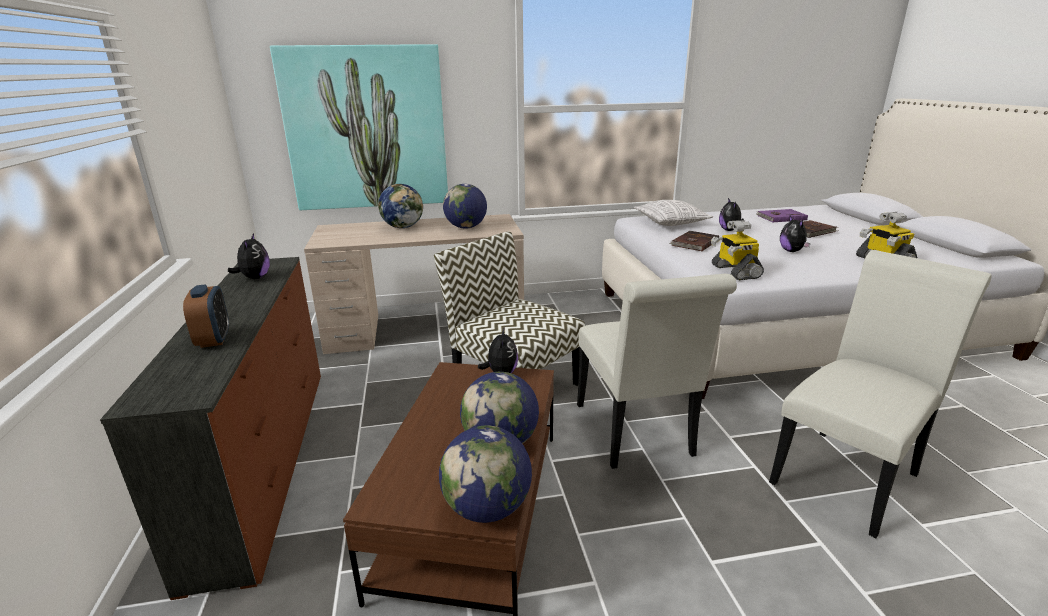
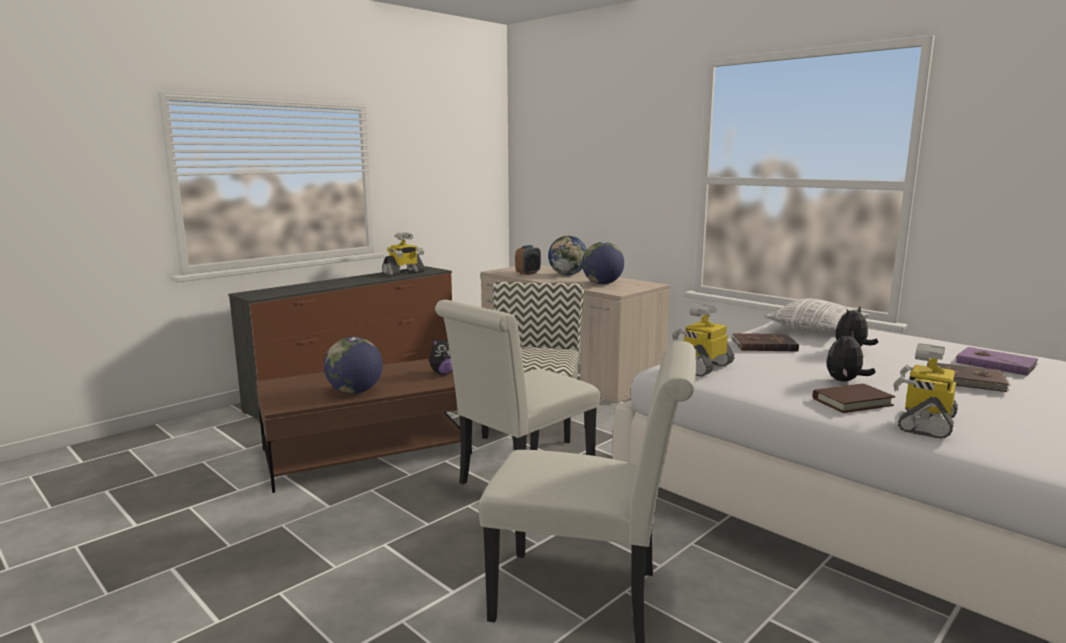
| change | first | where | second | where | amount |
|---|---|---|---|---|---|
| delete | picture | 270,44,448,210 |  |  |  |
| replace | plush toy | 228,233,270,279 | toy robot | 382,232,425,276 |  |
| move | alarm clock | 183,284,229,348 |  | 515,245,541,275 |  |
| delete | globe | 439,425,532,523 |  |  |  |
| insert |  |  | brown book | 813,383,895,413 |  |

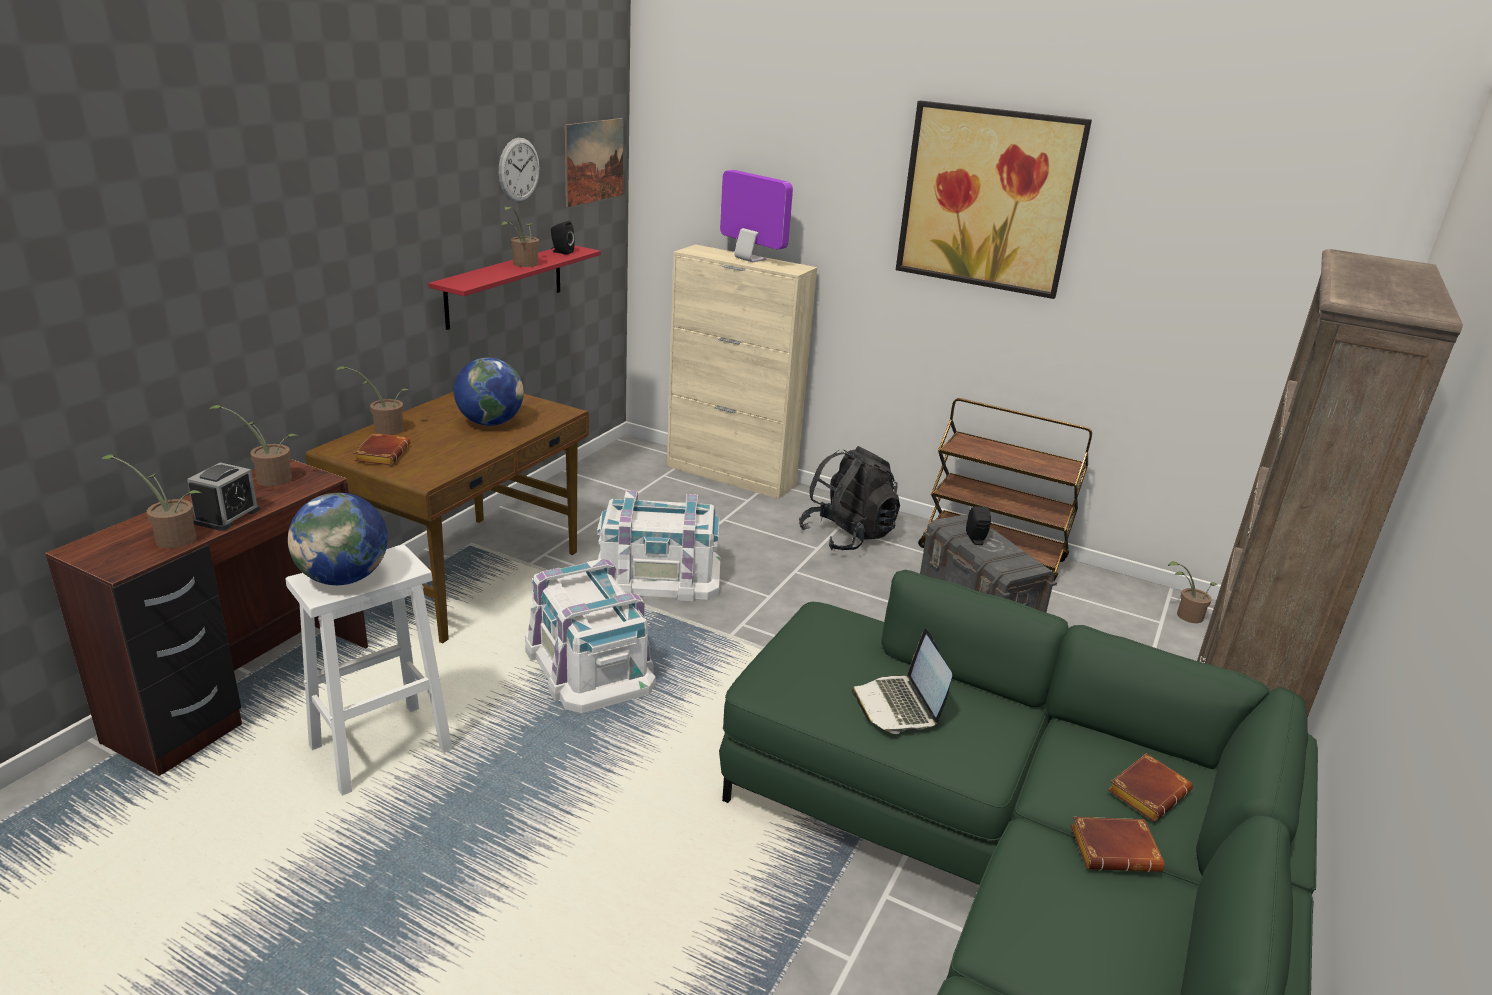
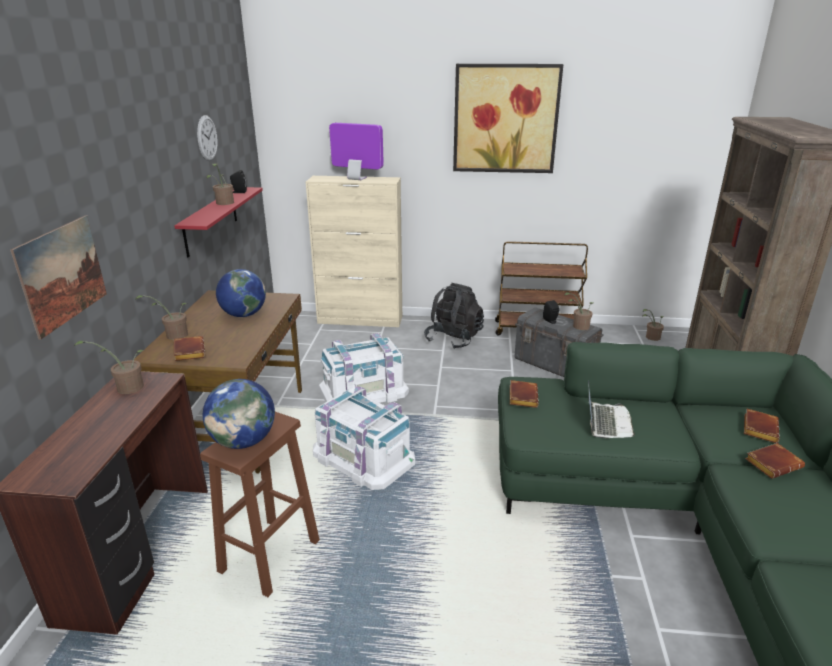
| change | first | where | second | where | amount |
|---|---|---|---|---|---|
| move | picture | 565,118,624,207 |  | 10,216,107,340 |  |
| move | potted plant | 101,454,203,549 |  | 564,292,593,330 |  |
| delete | alarm clock | 187,463,260,531 |  |  |  |
| recolor | white stool | 286,545,452,796 | brown stool | 200,412,320,597 |  |
| rotate | laptop | 852,629,952,734 |  | 588,380,635,438 | 135 degrees counterclockwise |
| insert |  |  | brown book | 510,380,539,408 |  |

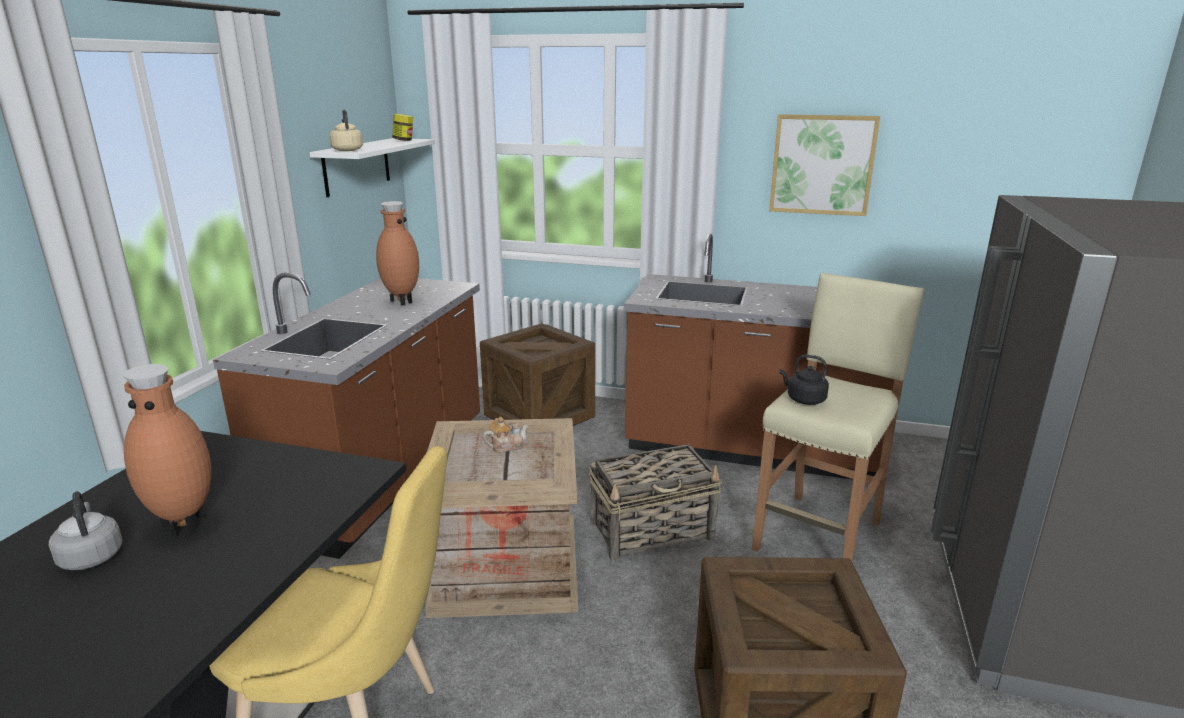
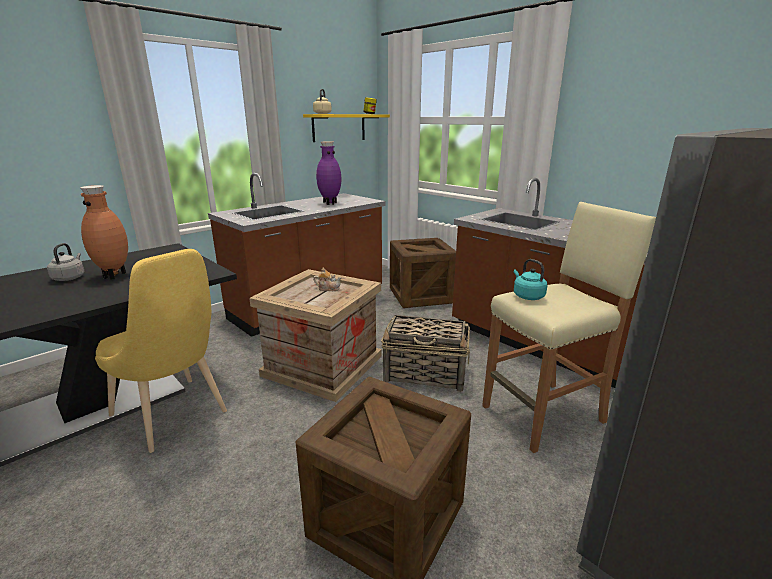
| change | first | where | second | where | amount |
|---|---|---|---|---|---|
| delete | picture | 769,114,880,216 |  |  |  |
| recolor | white shelf | 310,138,435,197 | yellow shelf | 303,114,390,142 |  |
| recolor | brown vase | 376,201,419,306 | purple vase | 316,141,341,205 |  |
| recolor | black kettle | 780,354,829,405 | turquoise kettle | 514,259,548,300 |  |

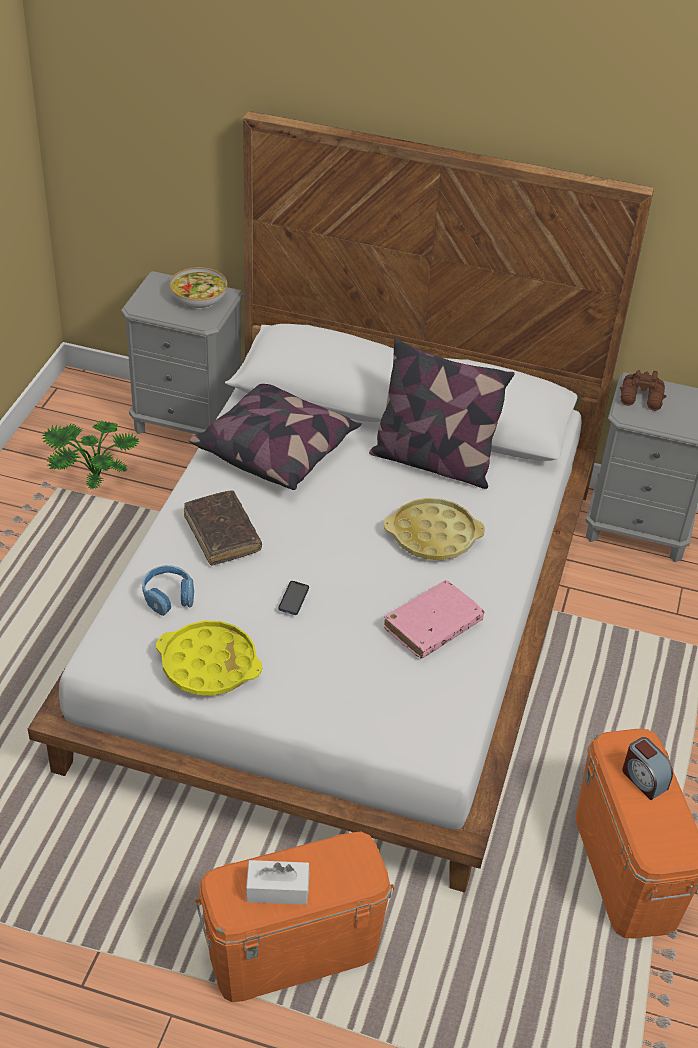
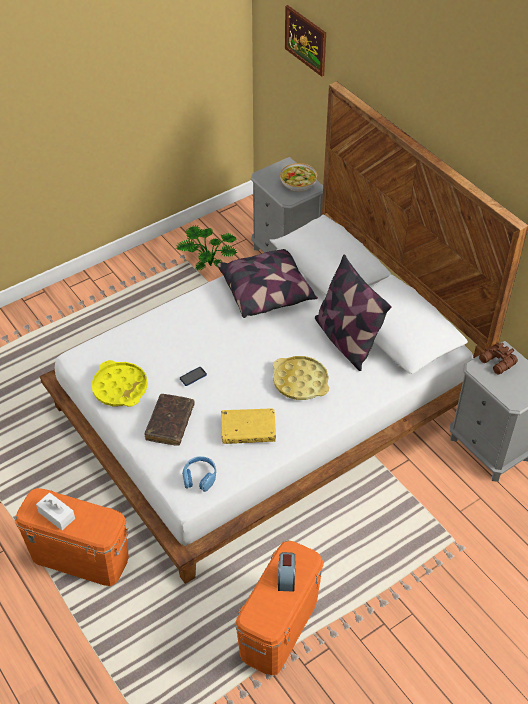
| change | first | where | second | where | amount |
|---|---|---|---|---|---|
| move | brown book | 184,490,262,566 |  | 145,394,195,446 |  |
| move | blue headphones | 142,565,194,616 |  | 182,456,216,492 |  |
| recolor | pink book | 384,580,484,659 | yellow book | 221,409,276,444 |  |
| insert |  |  | picture | 285,5,326,77 |  |

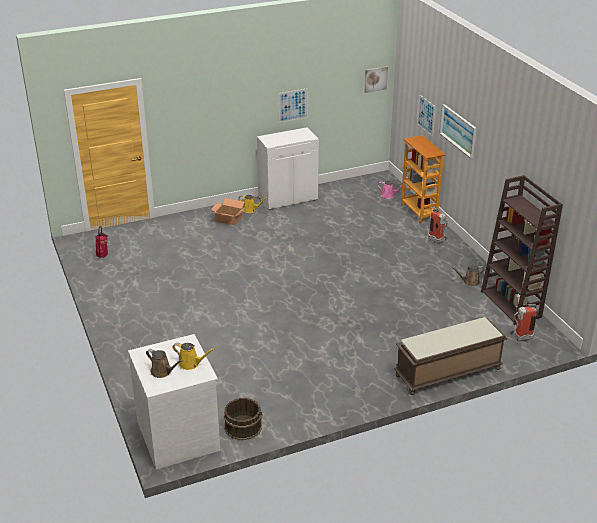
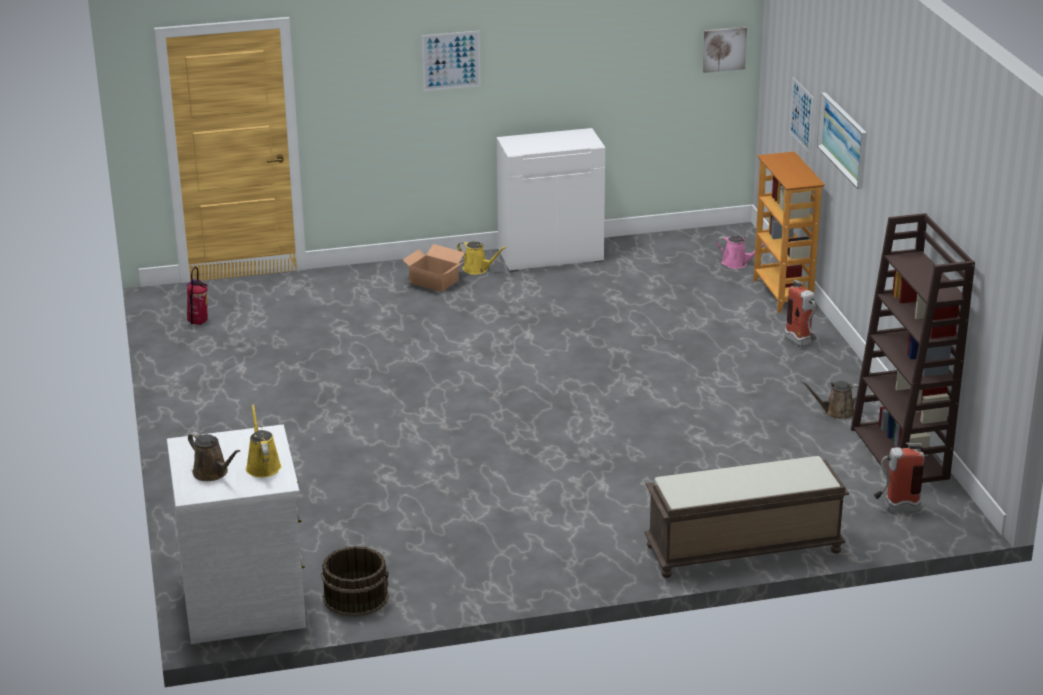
| change | first | where | second | where | amount |
|---|---|---|---|---|---|
| move | picture | 278,88,308,123 |  | 422,31,481,91 |  |
| rotate | yellow watering can | 172,343,215,370 |  | 246,404,281,477 | 135 degrees counterclockwise |

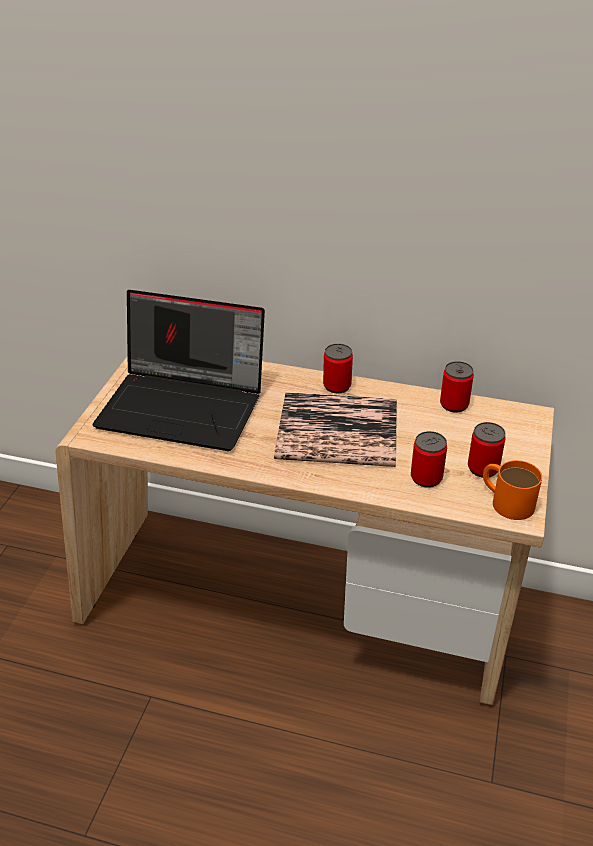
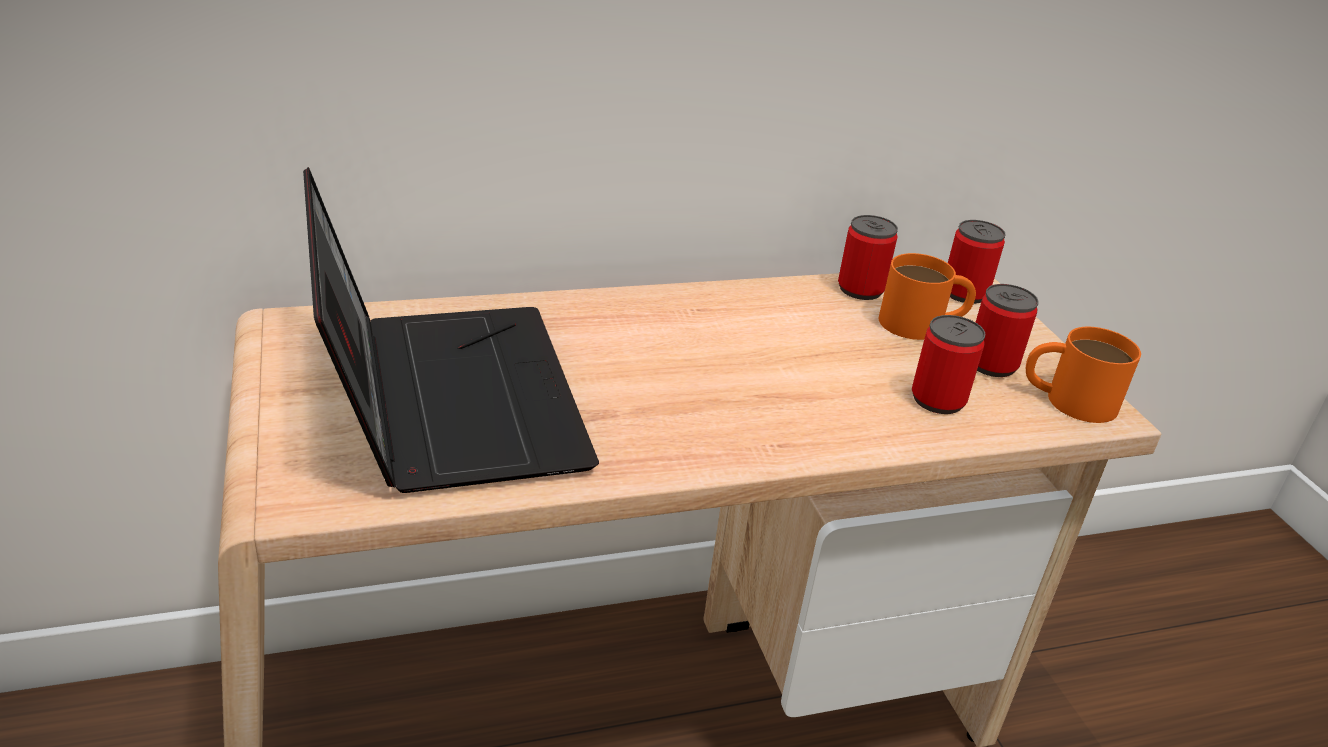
| change | first | where | second | where | amount |
|---|---|---|---|---|---|
| rotate | laptop | 93,290,265,451 |  | 303,167,599,493 | 90 degrees counterclockwise |
| move | can | 323,344,353,394 |  | 948,220,1006,304 |  |
| delete | book | 274,392,397,467 |  |  |  |
| insert |  |  | orange mug | 879,253,976,340 |  |

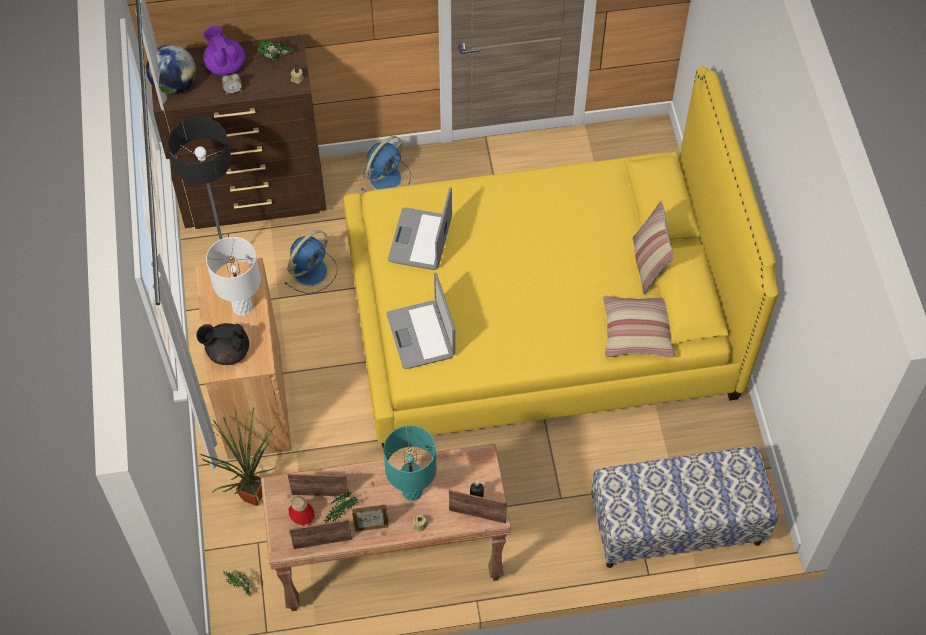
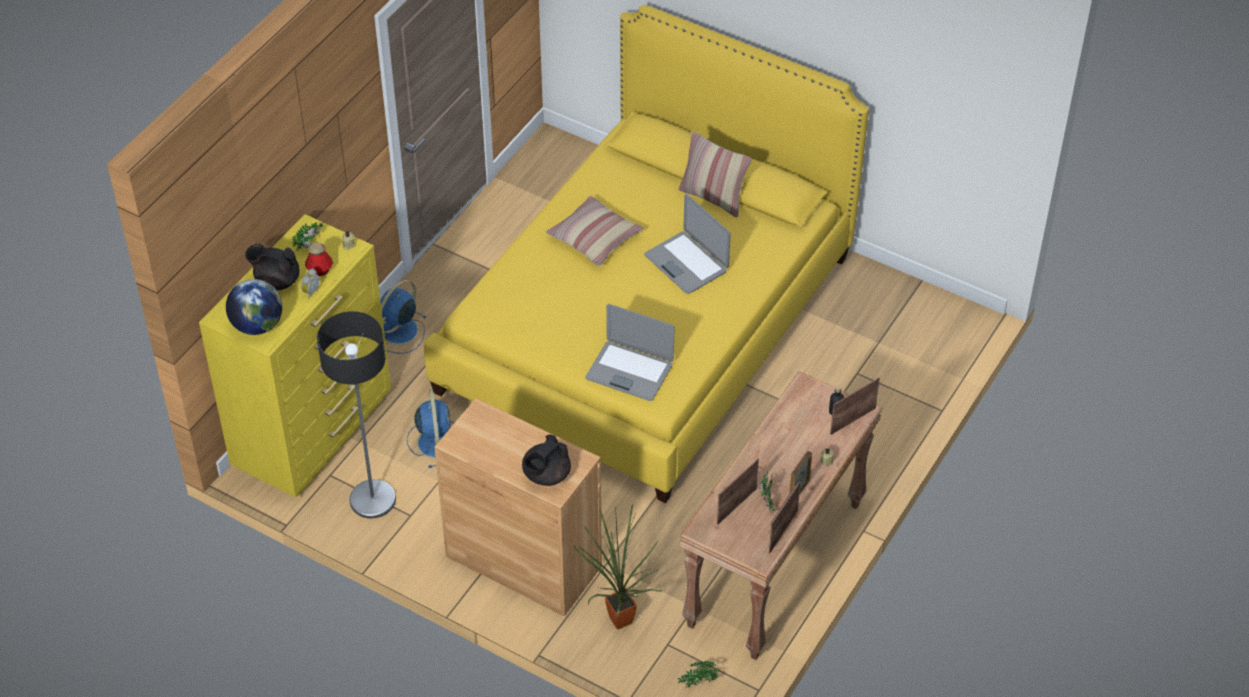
| change | first | where | second | where | amount |
|---|---|---|---|---|---|
| recolor | purple teapot | 203,26,245,76 | black teapot | 245,244,300,291 |  |
| recolor | brown dresser | 152,35,326,229 | yellow dresser | 199,214,391,498 |  |
| rotate | blue fan | 361,136,411,192 |  | 380,280,426,354 | 135 degrees counterclockwise |
| move | laptop | 388,187,452,270 |  | 644,194,731,294 |  |
| delete | white table lamp | 206,237,261,316 |  |  |  |
| move | pillow | 603,295,675,358 |  | 545,196,643,266 |  |
| delete | turquoise table lamp | 383,425,437,501 |  |  |  |
| delete | bench | 591,446,778,568 |  |  |  |
| move | bottle | 289,496,315,526 |  | 305,243,333,276 |  |

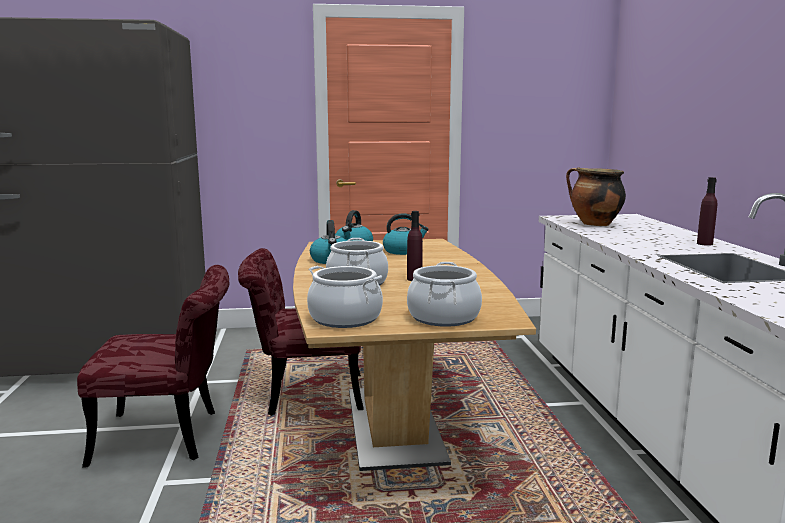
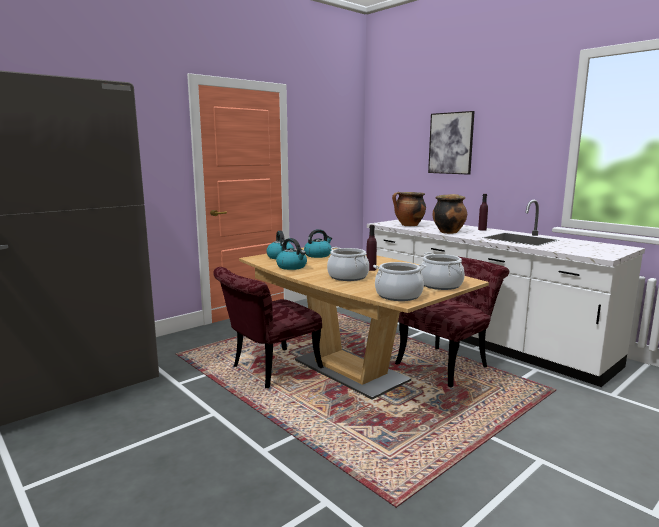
| change | first | where | second | where | amount |
|---|---|---|---|---|---|
| move | red chair | 77,265,229,468 |  | 395,256,509,387 |  |
| insert |  |  | picture | 428,111,475,175 |  |
| insert |  |  | cooking pot | 433,194,467,234 |  |

